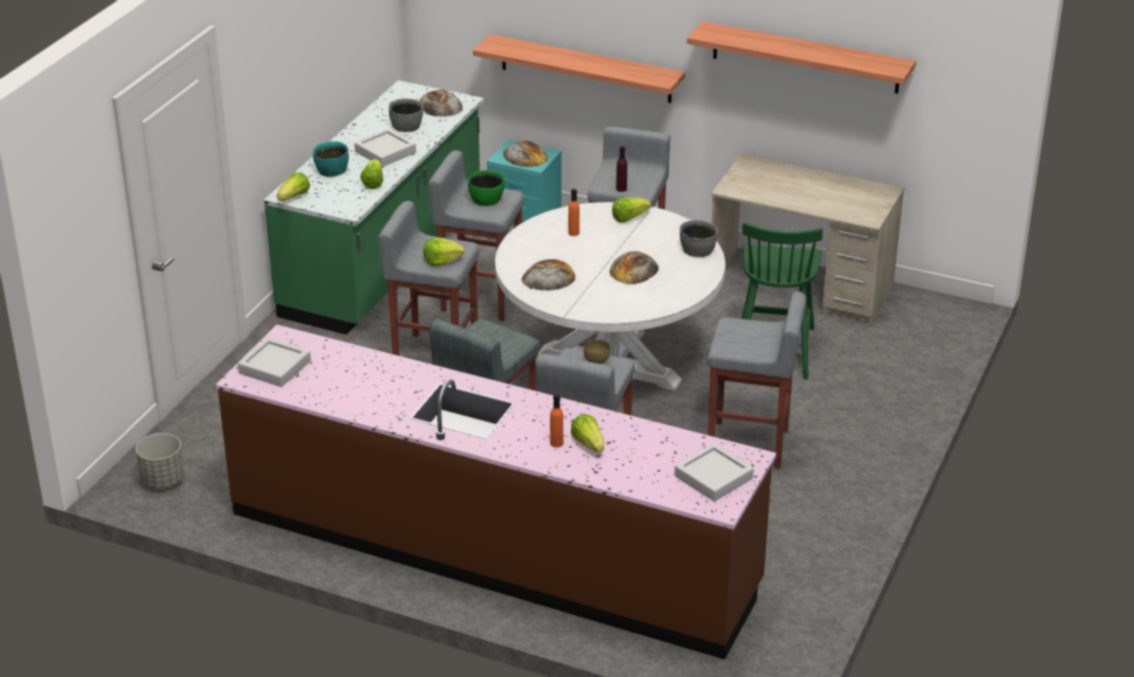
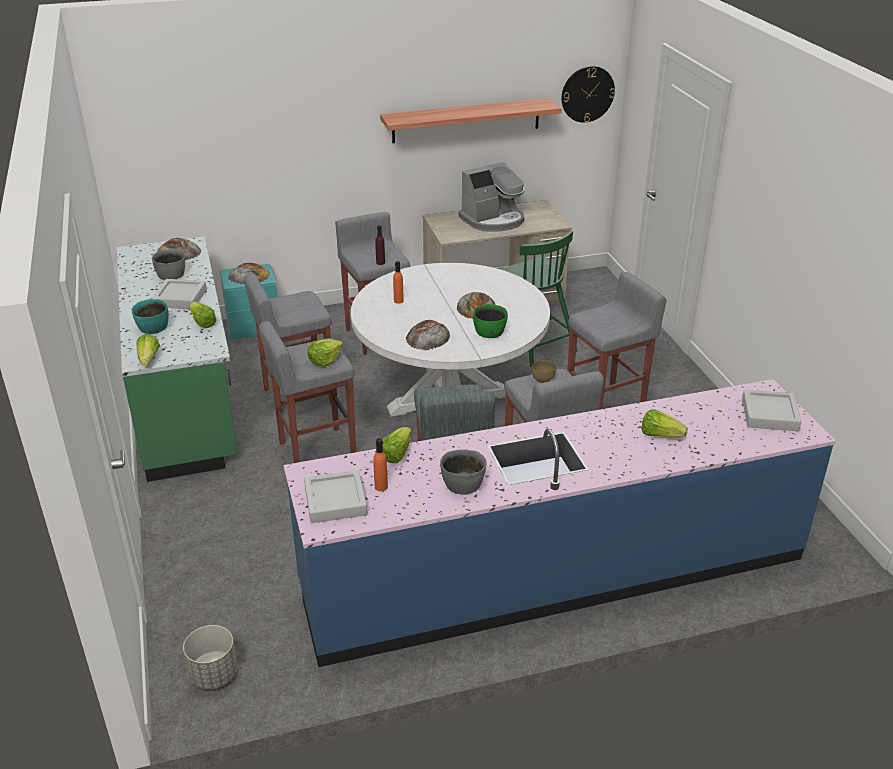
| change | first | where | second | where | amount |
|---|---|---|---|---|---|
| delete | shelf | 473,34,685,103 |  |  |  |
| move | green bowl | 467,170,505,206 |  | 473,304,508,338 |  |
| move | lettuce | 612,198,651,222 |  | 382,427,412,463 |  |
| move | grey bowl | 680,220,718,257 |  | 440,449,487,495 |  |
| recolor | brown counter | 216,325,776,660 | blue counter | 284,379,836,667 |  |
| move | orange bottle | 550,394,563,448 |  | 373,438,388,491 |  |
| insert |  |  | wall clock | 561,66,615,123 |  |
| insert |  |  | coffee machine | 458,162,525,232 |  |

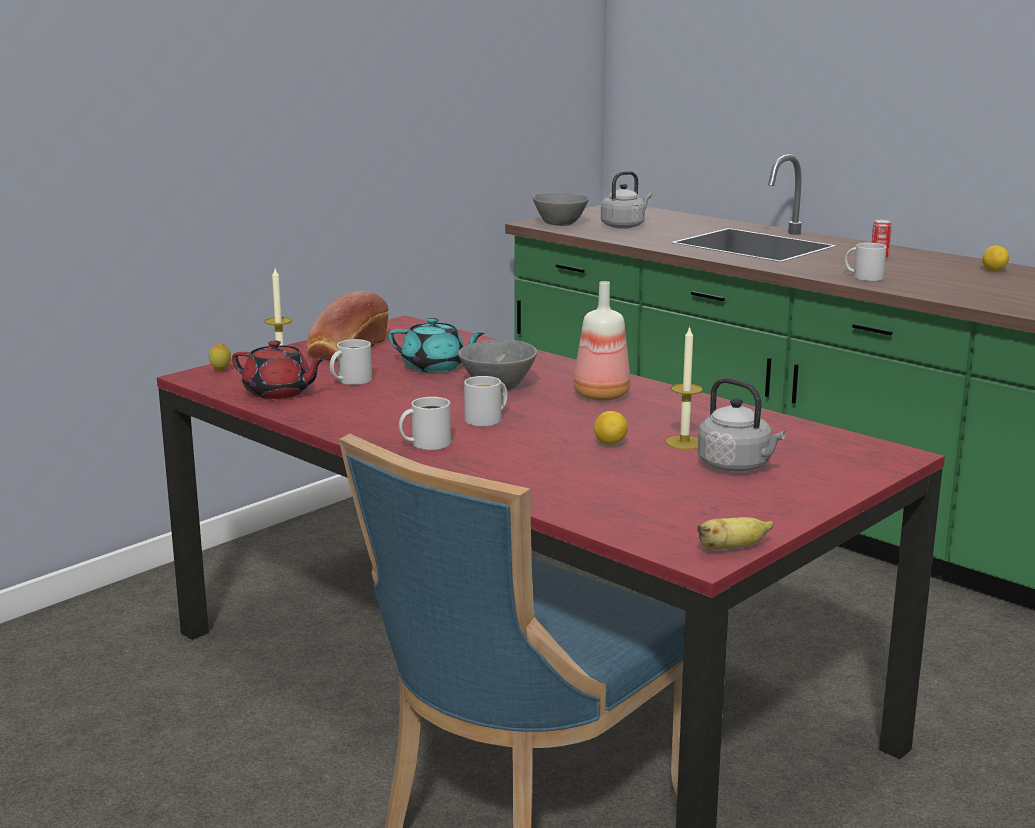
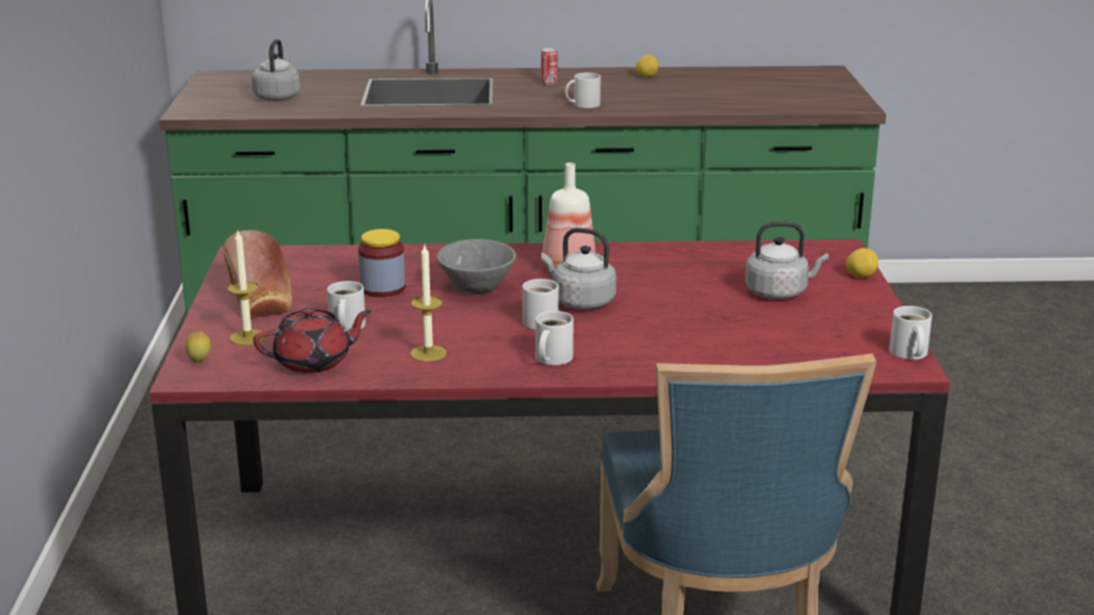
| change | first | where | second | where | amount |
|---|---|---|---|---|---|
| delete | grey bowl | 533,192,589,226 |  |  |  |
| replace | turquoise teapot | 388,318,485,373 | jar | 358,229,405,297 |  |
| move | candle | 666,326,703,449 |  | 411,243,447,362 |  |
| move | lemon | 594,411,628,445 |  | 846,248,878,278 |  |
| replace | banana | 697,517,774,549 | white mug | 889,306,932,360 |  |
| insert |  |  | grey kettle | 541,228,616,310 |  |

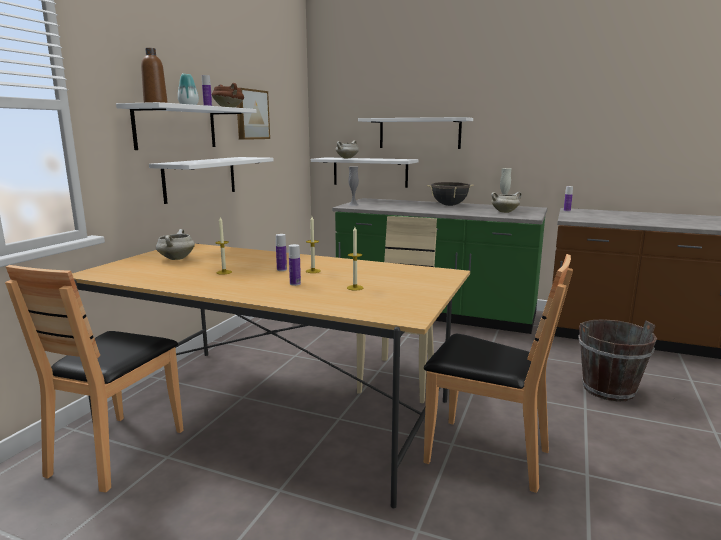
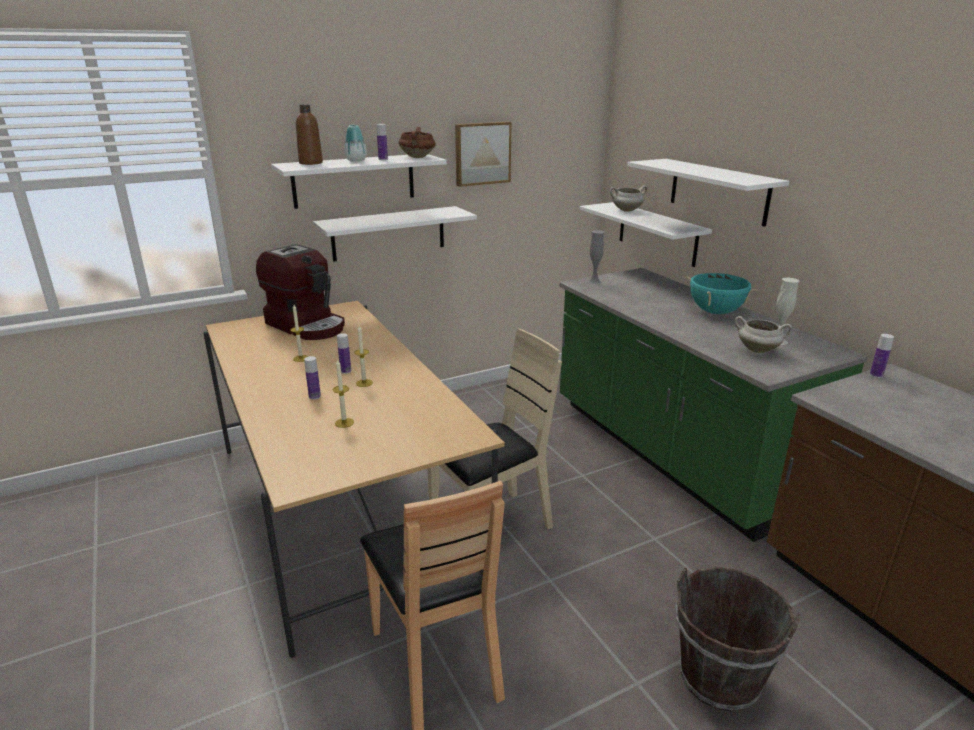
| change | first | where | second | where | amount |
|---|---|---|---|---|---|
| recolor | black cooking pot | 427,182,474,206 | turquoise cooking pot | 685,273,758,314 |  |
| replace | white cooking pot | 156,229,195,260 | coffee machine | 256,244,345,340 |  |
| delete | brown chair | 5,265,183,493 |  |  |  |

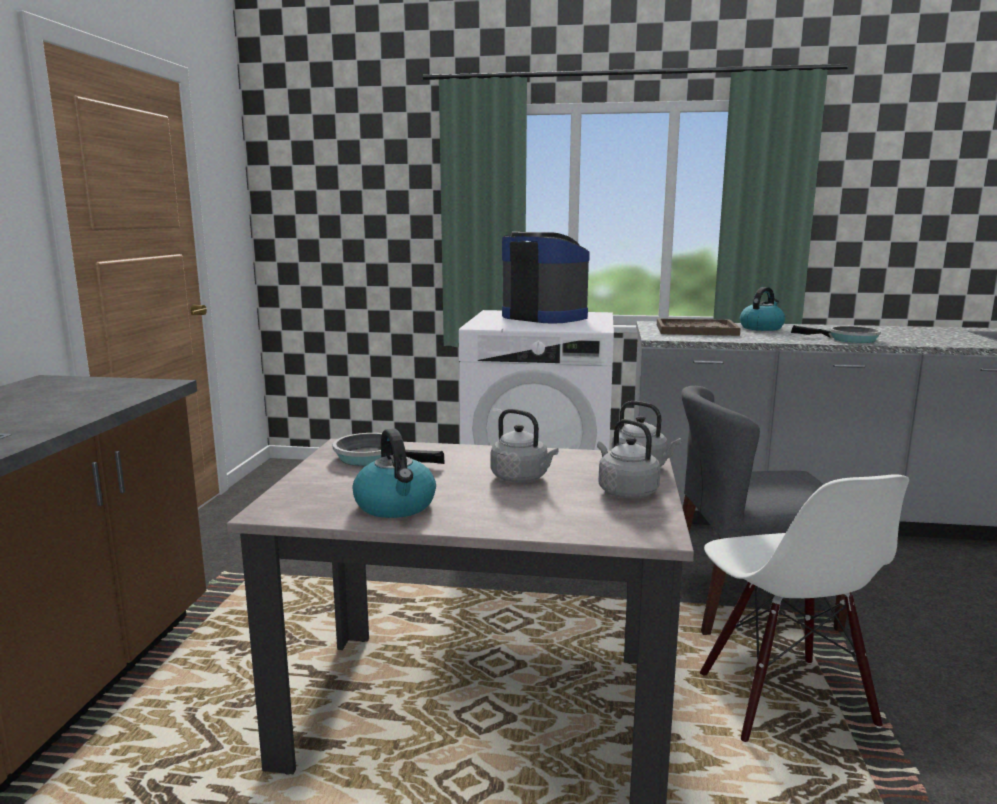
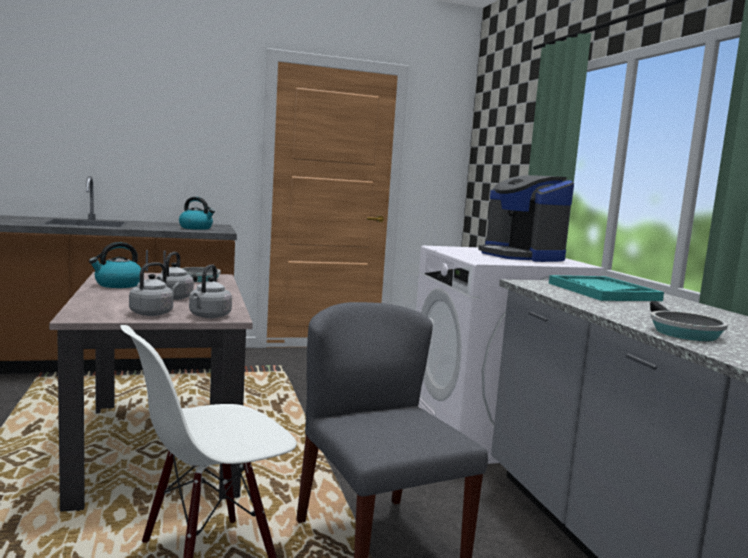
| change | first | where | second | where | amount |
|---|---|---|---|---|---|
| rotate | coffee machine | 502,232,590,323 |  | 478,175,574,262 | 135 degrees clockwise |
| move | kettle | 740,287,785,331 |  | 179,197,215,230 |  |
| recolor | brown tray | 657,318,741,336 | turquoise tray | 549,275,664,301 |  |

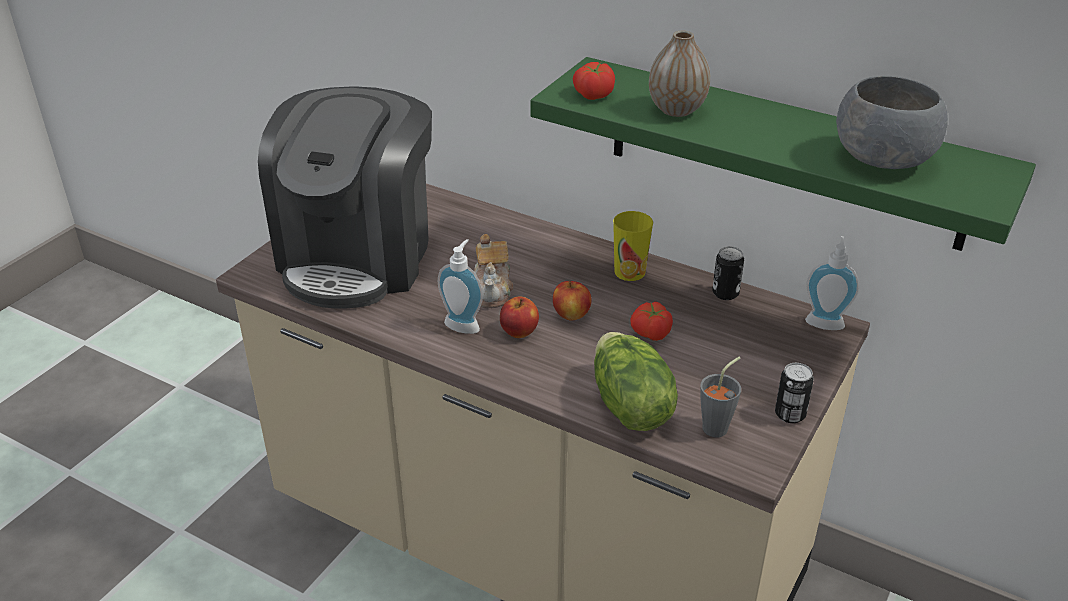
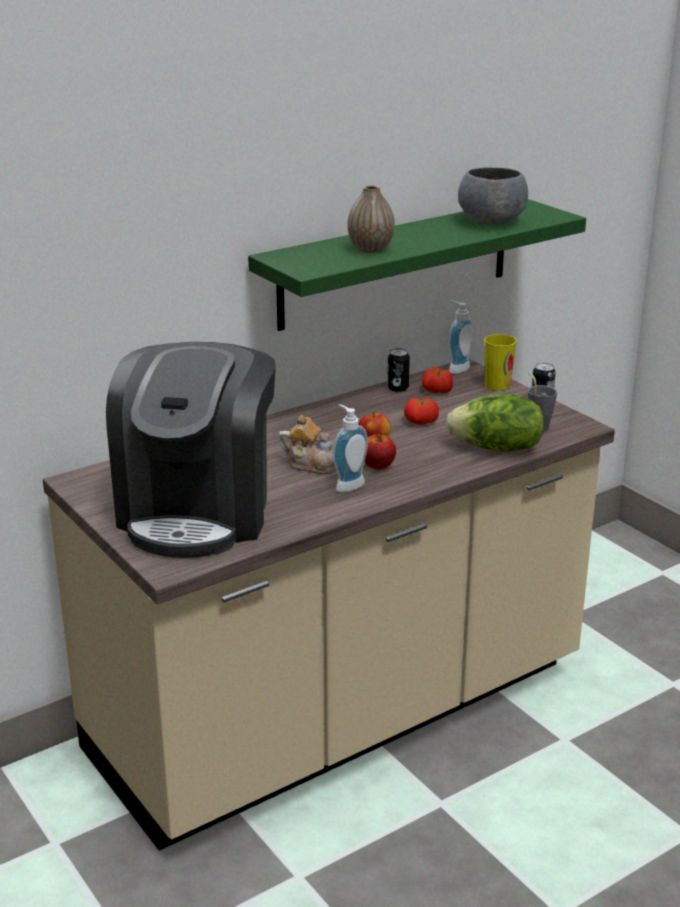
| change | first | where | second | where | amount |
|---|---|---|---|---|---|
| move | tomato | 573,62,615,100 |  | 422,367,453,393 |  |
| rotate | coffee machine | 258,86,432,308 |  | 106,342,276,558 | 60 degrees clockwise |
| move | cup | 613,211,653,281 |  | 484,334,517,391 |  |

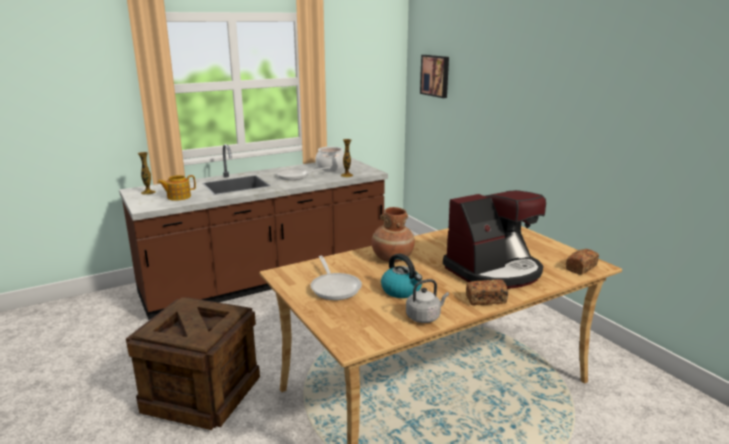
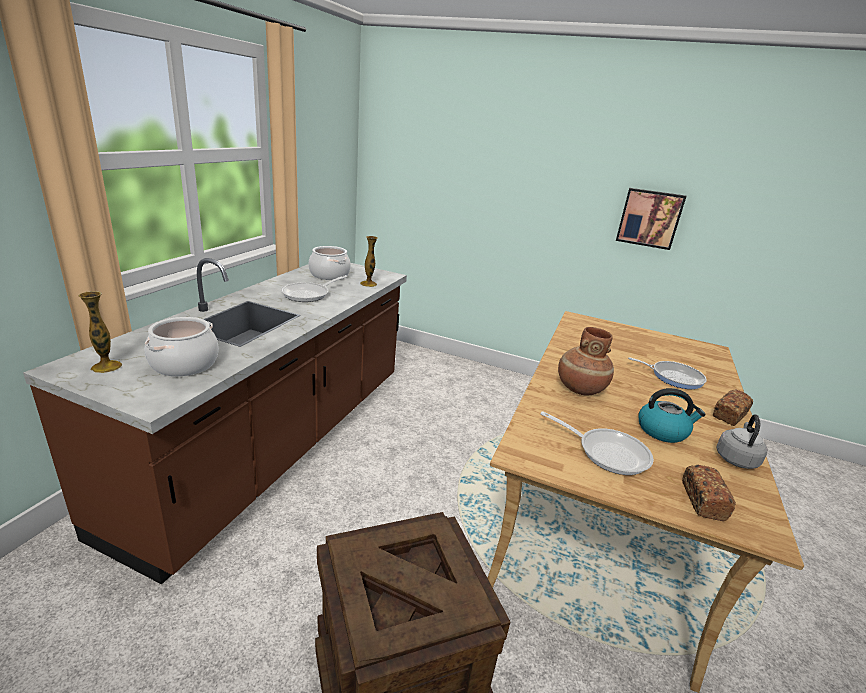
| change | first | where | second | where | amount |
|---|---|---|---|---|---|
| move | picture | 420,55,449,98 |  | 616,188,687,250 |  |
| replace | teapot | 157,175,196,201 | cooking pot | 145,317,219,377 |  |
| replace | coffee machine | 443,190,546,289 | frying pan | 628,357,707,389 |  |
| move | bread | 566,249,599,275 |  | 682,465,736,521 |  |

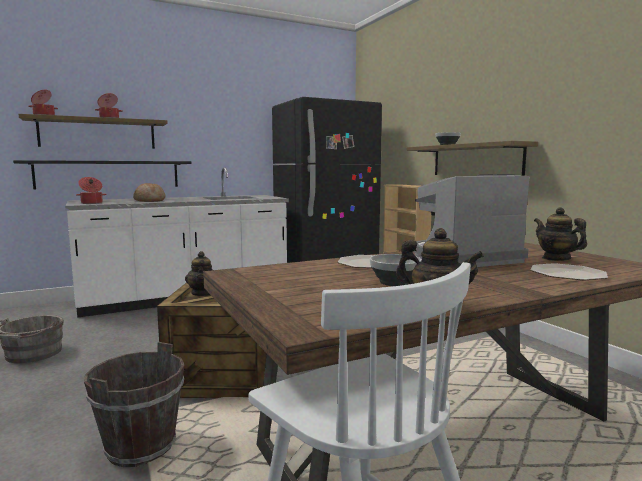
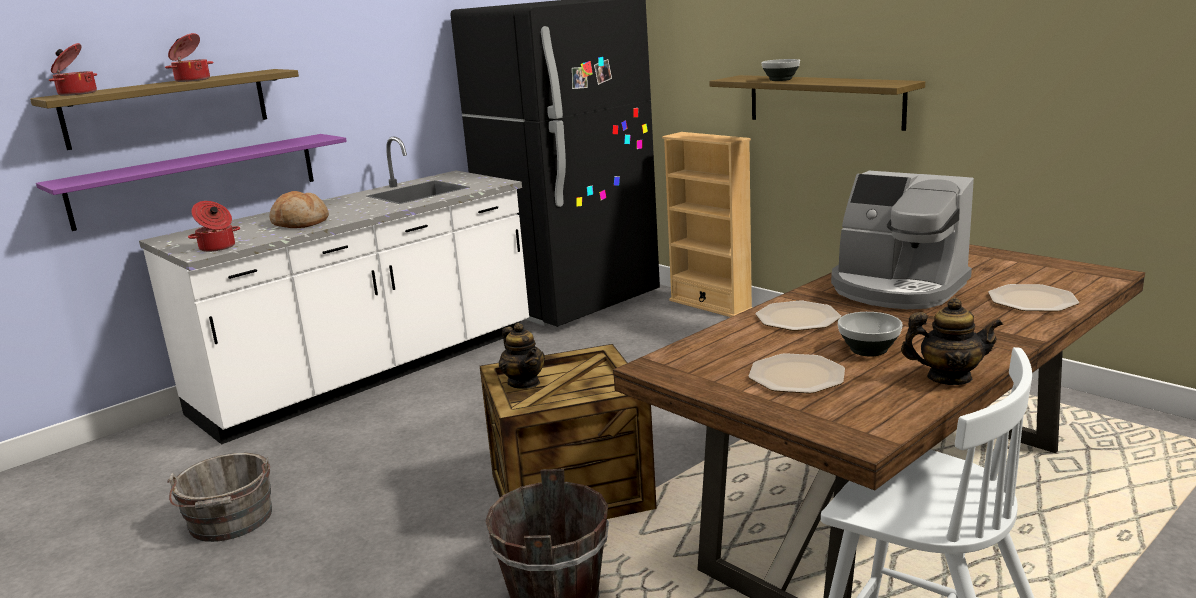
| change | first | where | second | where | amount |
|---|---|---|---|---|---|
| recolor | black shelf | 13,160,192,189 | purple shelf | 36,134,347,231 |  |
| rotate | coffee machine | 413,174,530,267 |  | 831,171,974,309 | 105 degrees counterclockwise |
| delete | teapot | 534,207,587,261 |  |  |  |
| insert |  |  | plate | 749,353,845,394 |  |

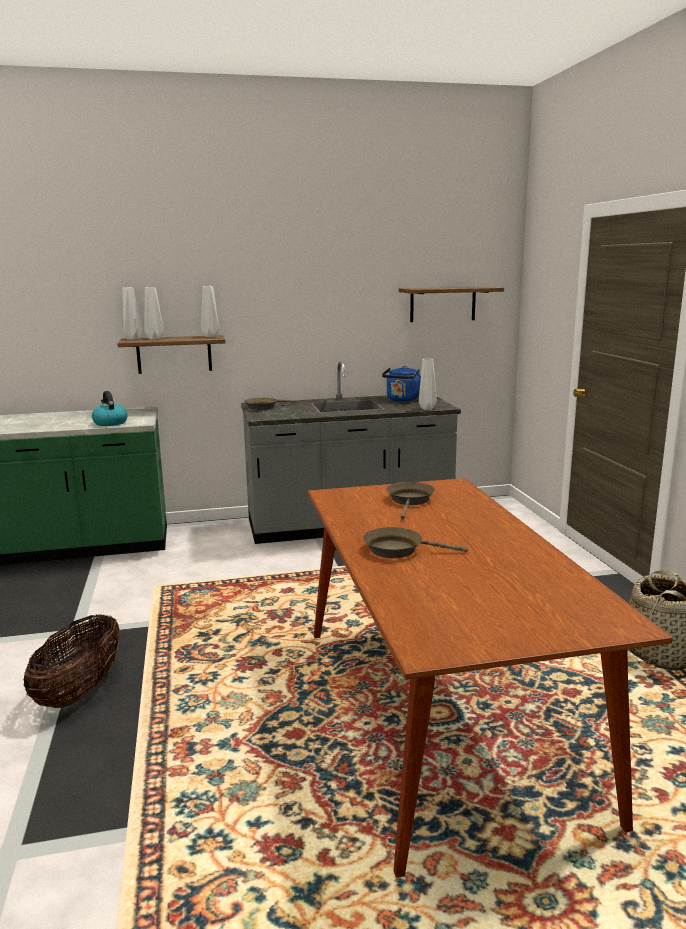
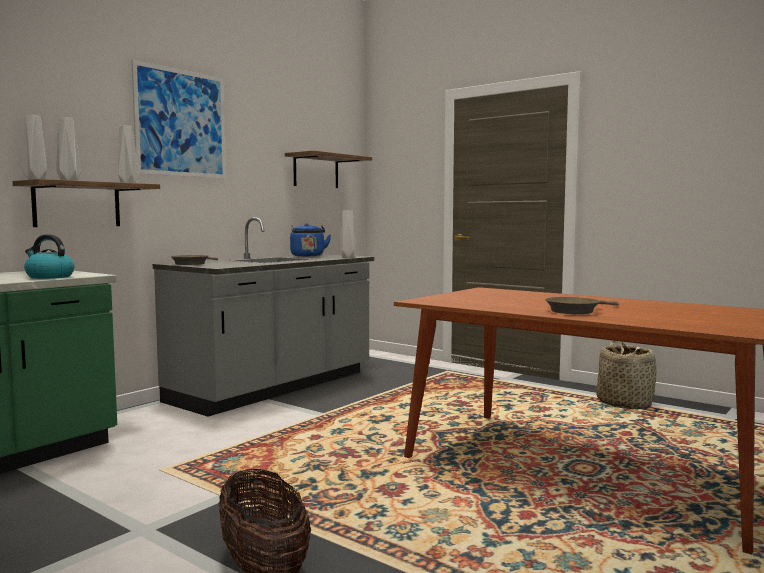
| change | first | where | second | where | amount |
|---|---|---|---|---|---|
| delete | brown frying pan | 386,482,435,519 |  |  |  |
| insert |  |  | picture | 131,60,226,179 |  |

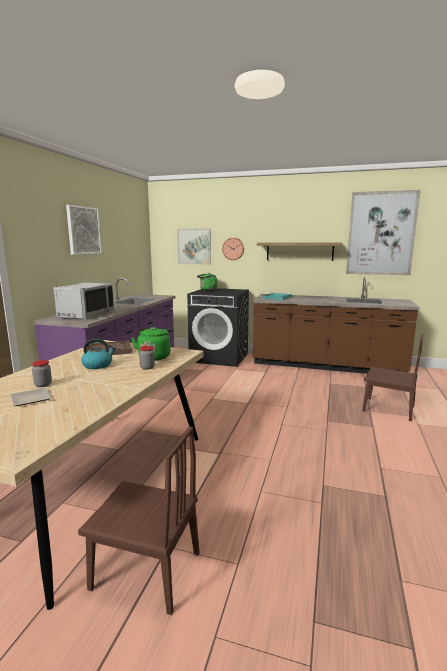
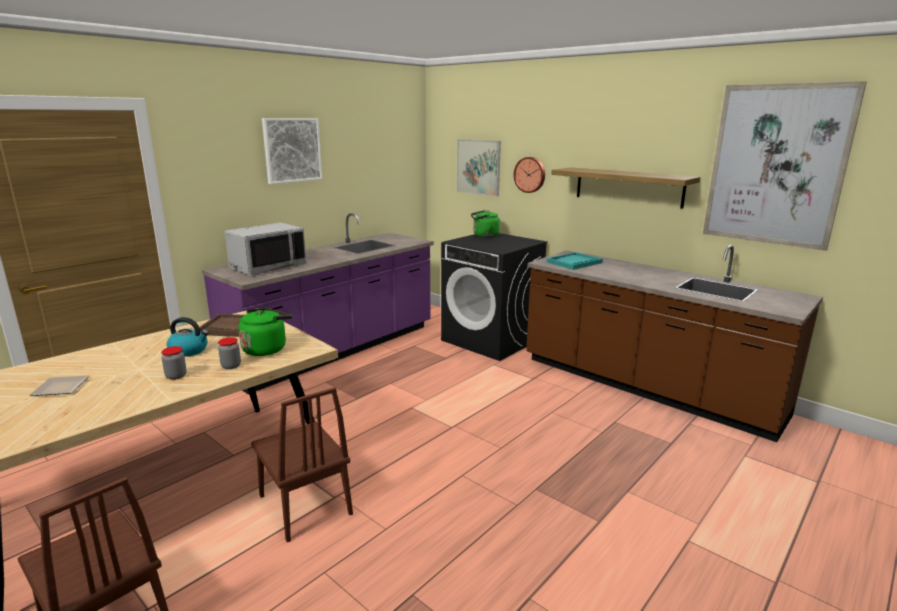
| change | first | where | second | where | amount |
|---|---|---|---|---|---|
| move | brown chair | 362,334,423,421 |  | 251,387,353,542 |  |
| move | jar | 32,360,52,387 |  | 161,346,187,380 |  |

